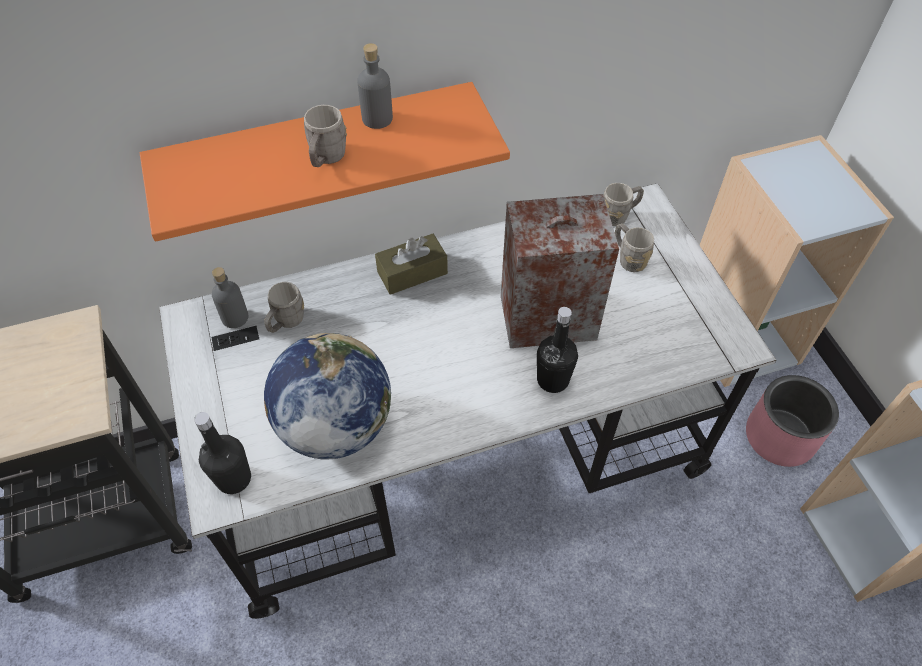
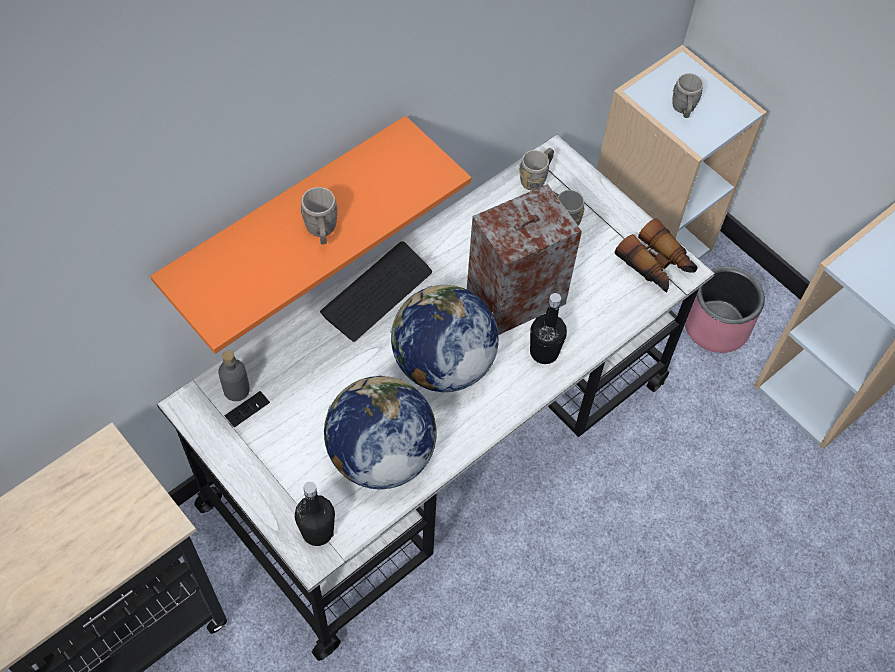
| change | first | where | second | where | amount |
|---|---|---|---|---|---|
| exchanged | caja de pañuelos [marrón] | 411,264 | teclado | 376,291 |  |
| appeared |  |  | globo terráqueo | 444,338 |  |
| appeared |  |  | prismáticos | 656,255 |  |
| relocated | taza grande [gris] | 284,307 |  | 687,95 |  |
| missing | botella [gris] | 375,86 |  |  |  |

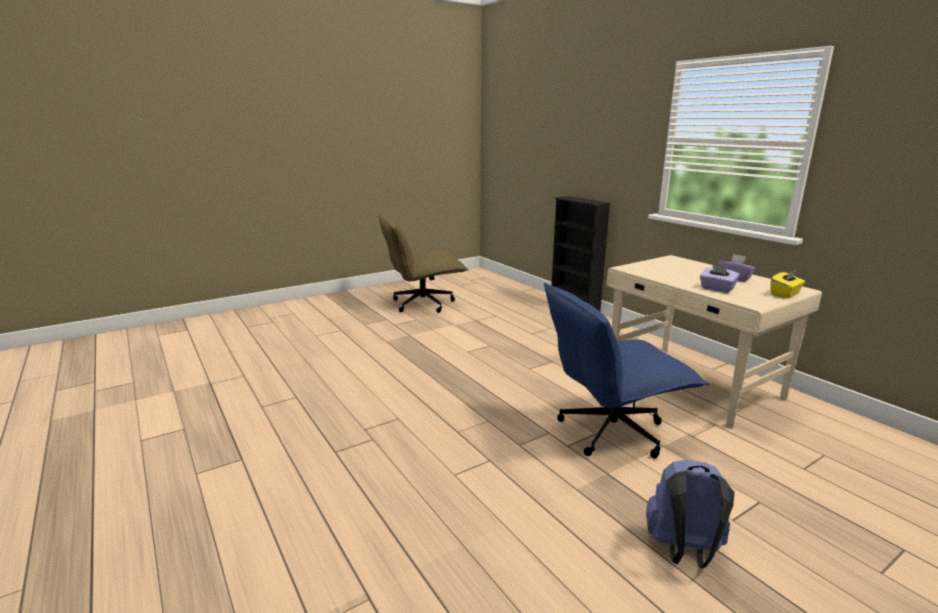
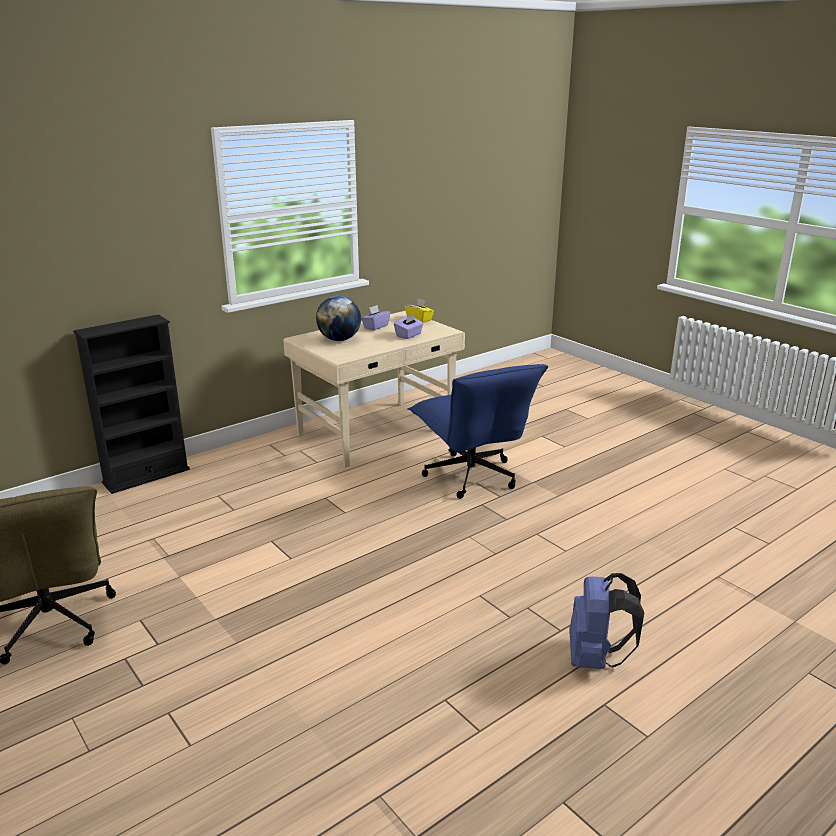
| change | first | where | second | where | amount |
|---|---|---|---|---|---|
| appeared |  |  | globo terráqueo | 338,318 |  |
| relocated | mochila [azul] | 690,514 |  | 606,621 |  |

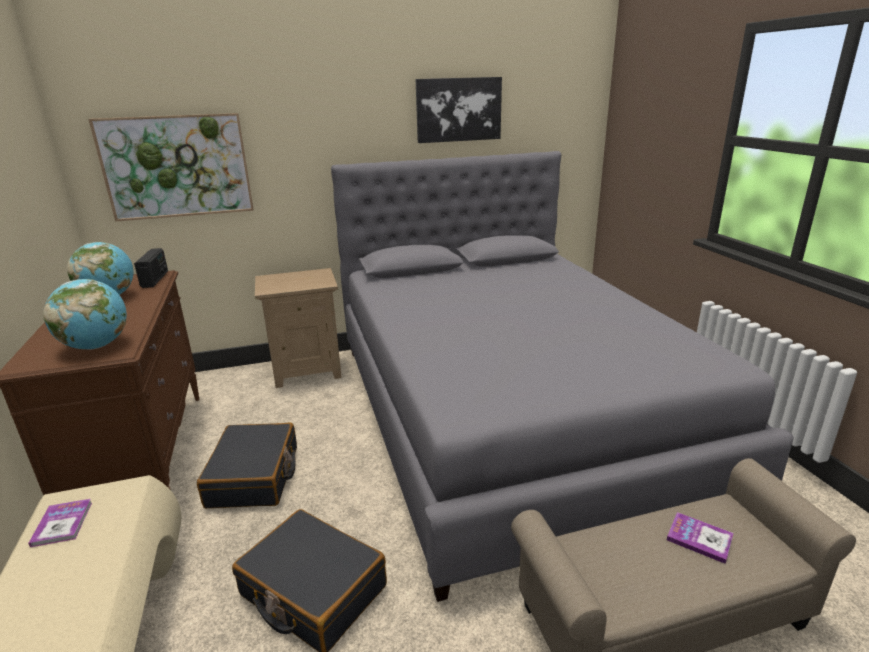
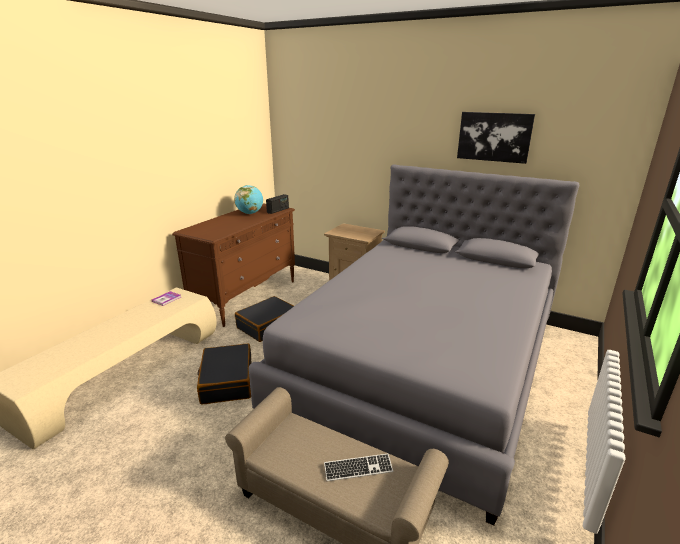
| change | first | where | second | where | amount |
|---|---|---|---|---|---|
| exchanged | libro | 700,538 | teclado | 358,467 |  |
| missing | globo terráqueo | 85,314 |  |  |  |
| missing | cuadro | 171,167 |  |  |  |

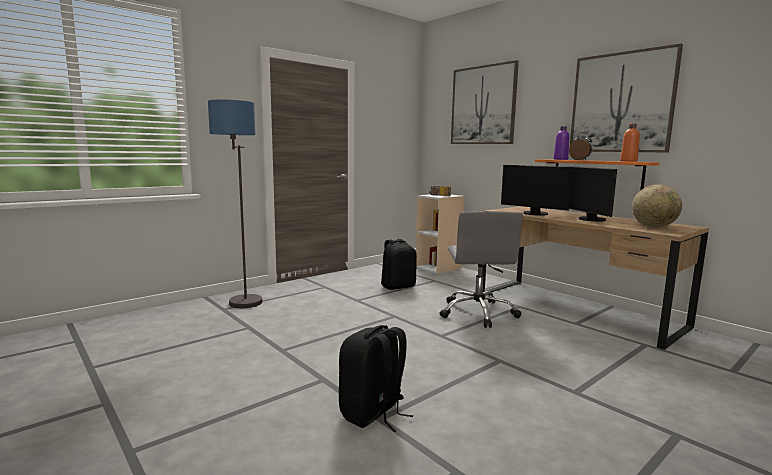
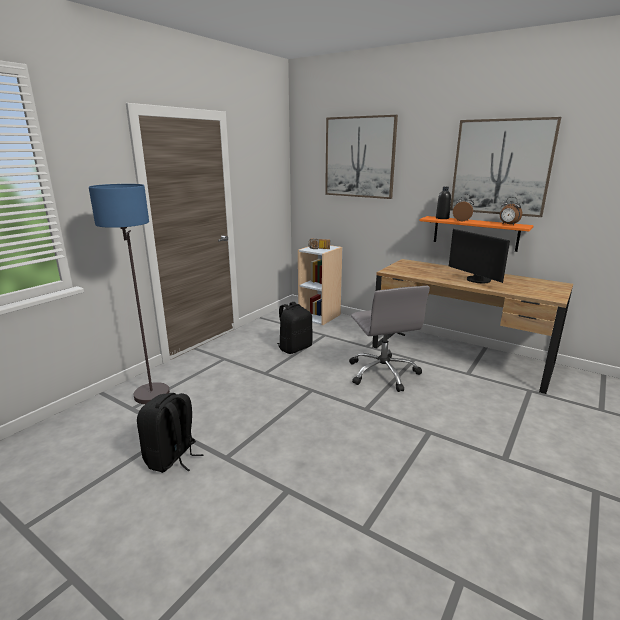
| change | first | where | second | where | amount |
|---|---|---|---|---|---|
| relocated | mochila [negro] | 376,378 |  | 170,433 |  |
| colour | botella [morado] | 561,143 | botella [negro] | 443,203 |  |
| exchanged | botella [naranja] | 630,143 | despertador | 511,211 |  |
| missing | monitor | 537,190 |  |  |  |
| missing | globo terráqueo | 657,206 |  |  |  |

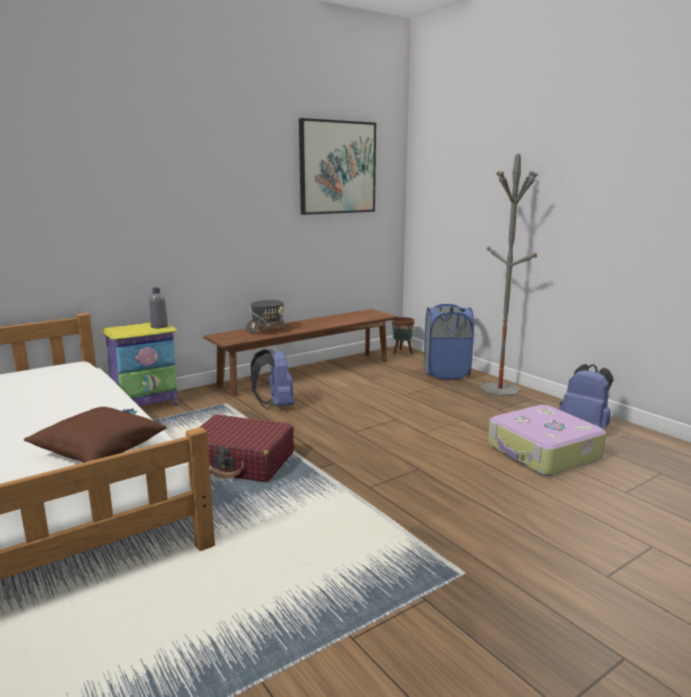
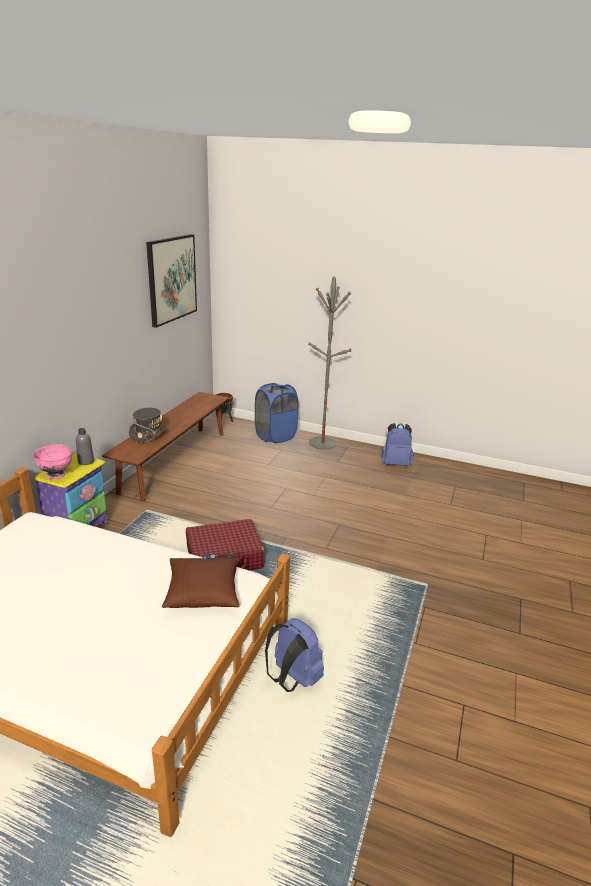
| change | first | where | second | where | amount |
|---|---|---|---|---|---|
| appeared |  |  | cuenco [rosa] | 52,461 |  |
| relocated | mochila [azul] | 272,379 |  | 294,655 |  |
| missing | maleta | 547,440 |  |  |  |

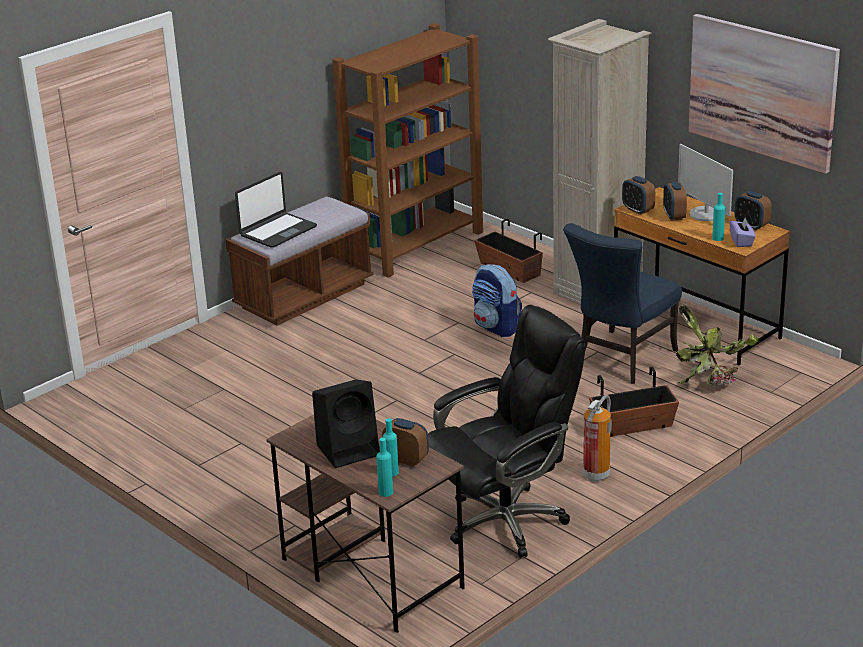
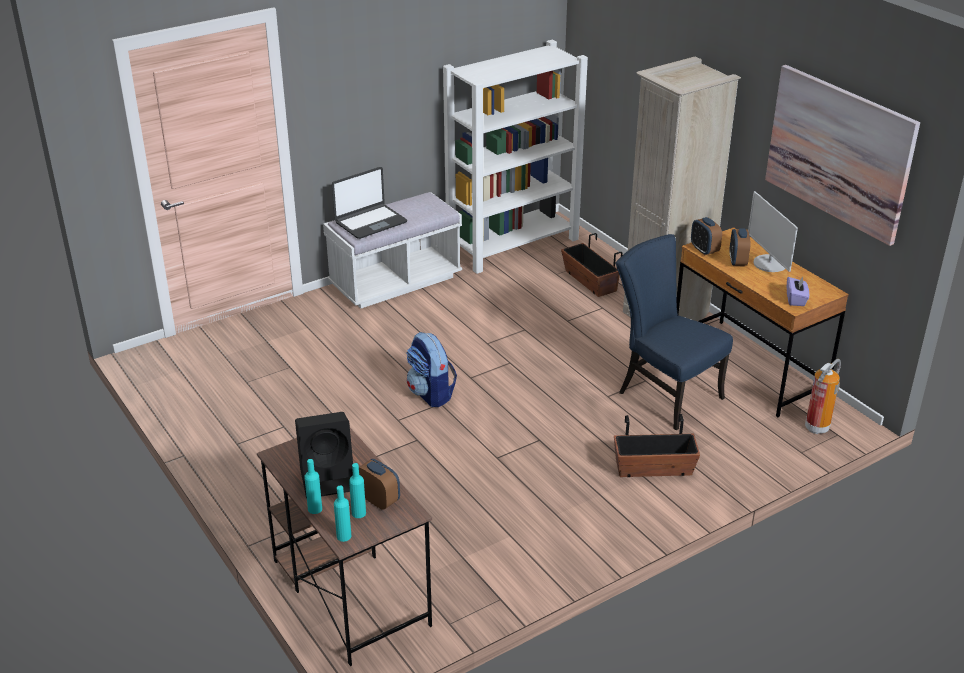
| change | first | where | second | where | amount |
|---|---|---|---|---|---|
| relocated | botella [turquesa] | 718,217 |  | 313,486 |  |
| colour | banco [marrón] | 299,261 | banco [blanco] | 392,250 |  |
| relocated | mochila | 497,300 |  | 431,369 |  |
| colour | estantería [marrón] | 408,150 | estantería [blanco] | 515,157 |  |
| spun | silla [azul] | 622,303 |  | 674,332 | 90 degrees clockwise |
| relocated | extintor | 597,438 |  | 823,396 |  |
| missing | silla de oficina [negro] | 506,431 |  |  |  |
| missing | planta en maceta | 718,346 |  |  |  |
| missing | despertador | 753,210 |  |  |  |

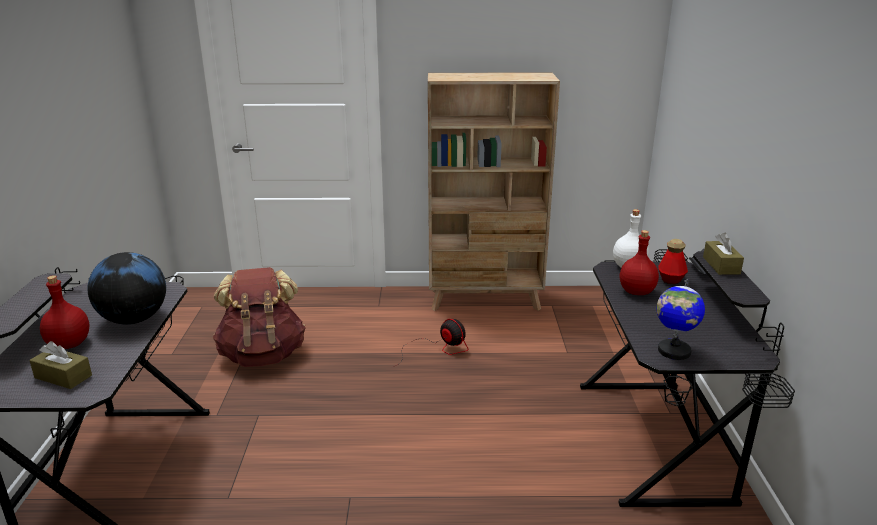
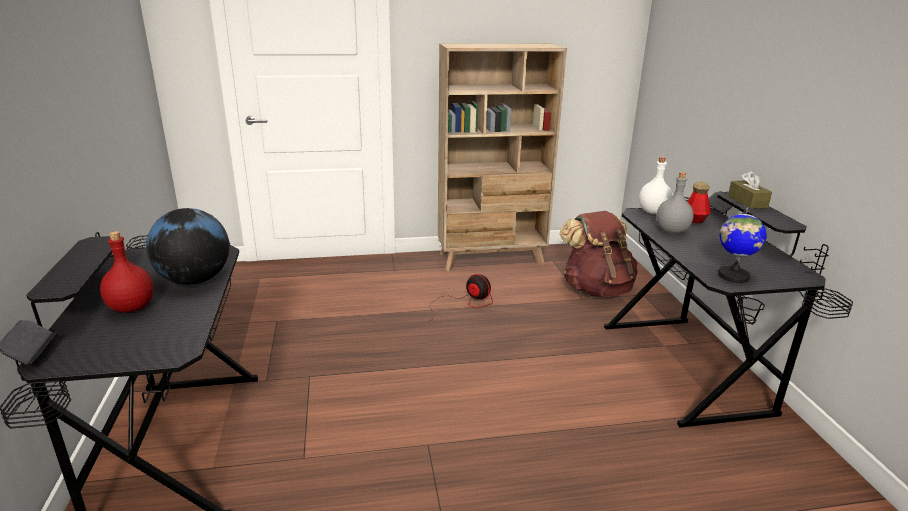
| change | first | where | second | where | amount |
|---|---|---|---|---|---|
| relocated | mochila [marrón] | 259,317 |  | 599,254 |  |
| colour | botella [rojo] | 639,262 | botella [gris] | 675,202 |  |
| missing | caja de pañuelos [marrón] | 60,365 |  |  |  |

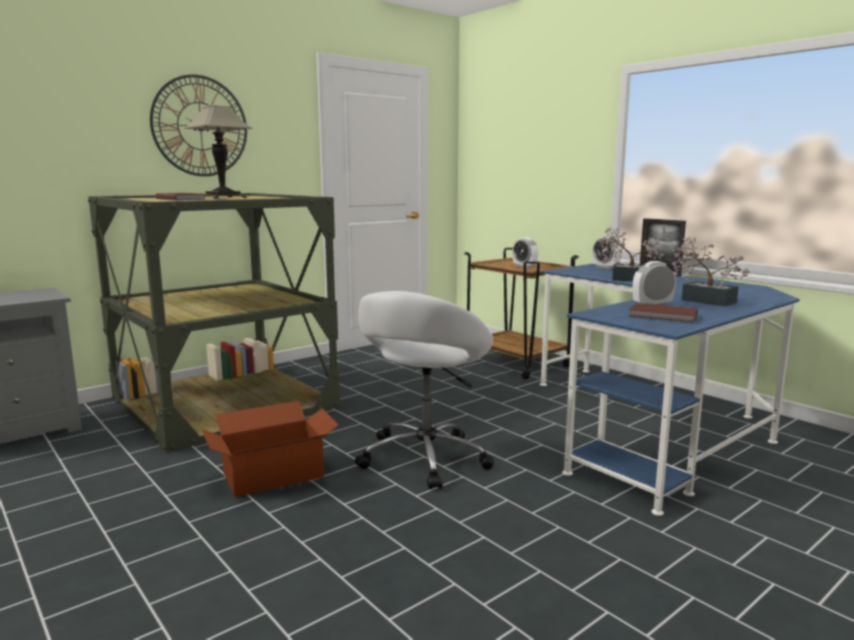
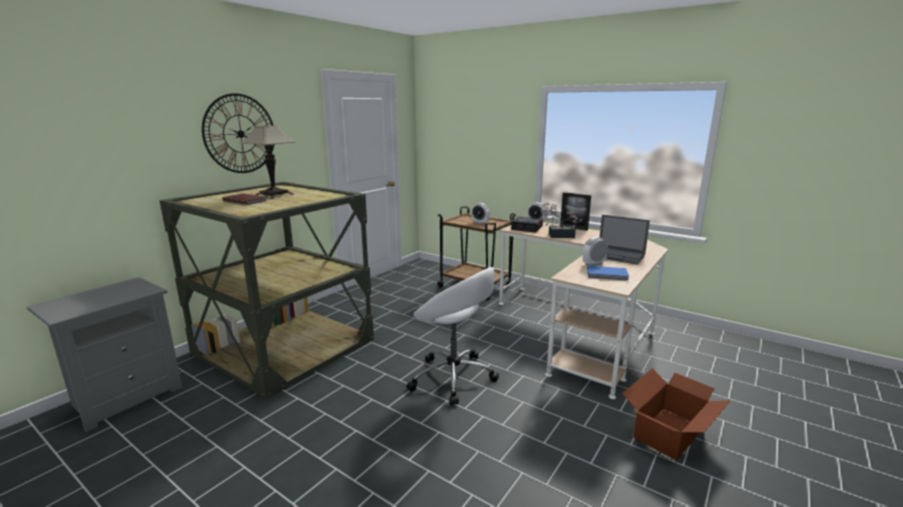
| change | first | where | second | where | amount |
|---|---|---|---|---|---|
| spun | silla de oficina [blanco] | 424,390 |  | 453,336 | 60 degrees counterclockwise |
| colour | escritorio [azul] | 669,390 | escritorio [beis] | 583,310 |  |
| appeared |  |  | despertador | 527,224 |  |
| colour | libro [marrón] | 663,313 | libro [azul] | 608,273 |  |
| exchanged | planta en maceta | 710,272 | portátil | 625,240 |  |
| relocated | caja de cartón | 270,449 |  | 676,414 |  |

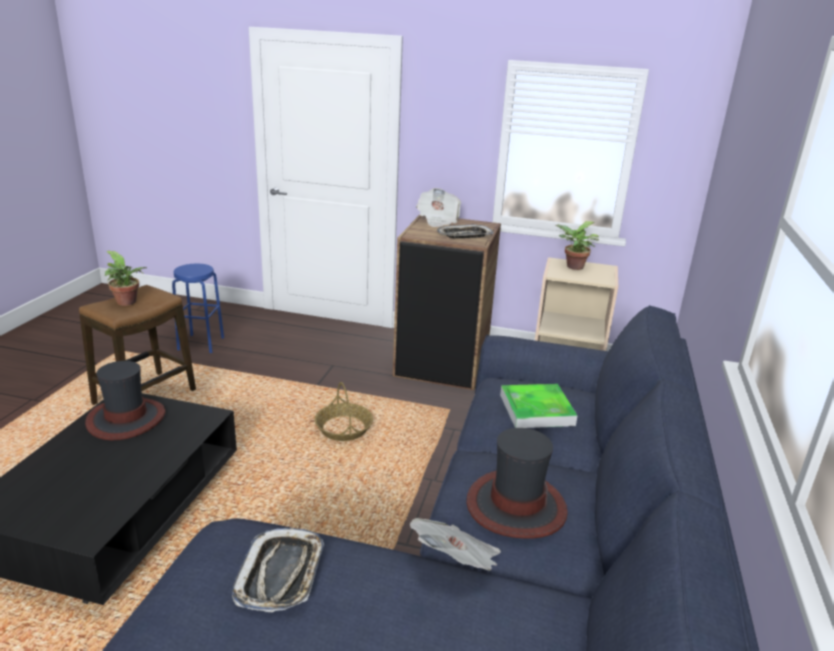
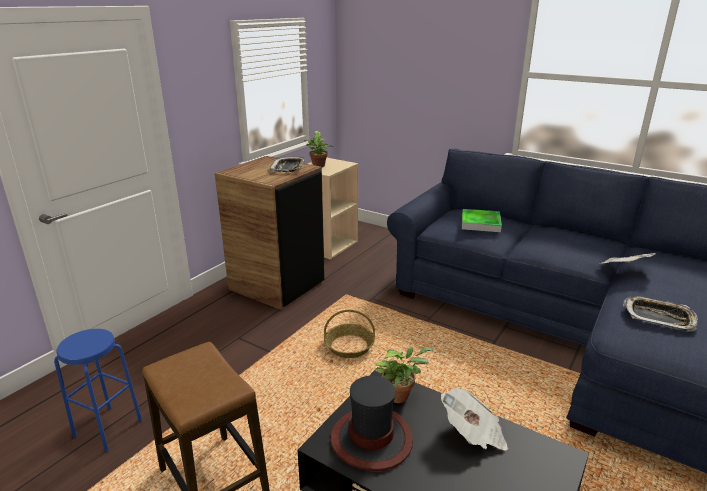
| change | first | where | second | where | amount |
|---|---|---|---|---|---|
| relocated | planta en maceta | 126,278 |  | 404,375 |  |
| relocated | periódico | 438,207 |  | 474,419 |  |
| missing | sombrero | 517,483 |  |  |  |

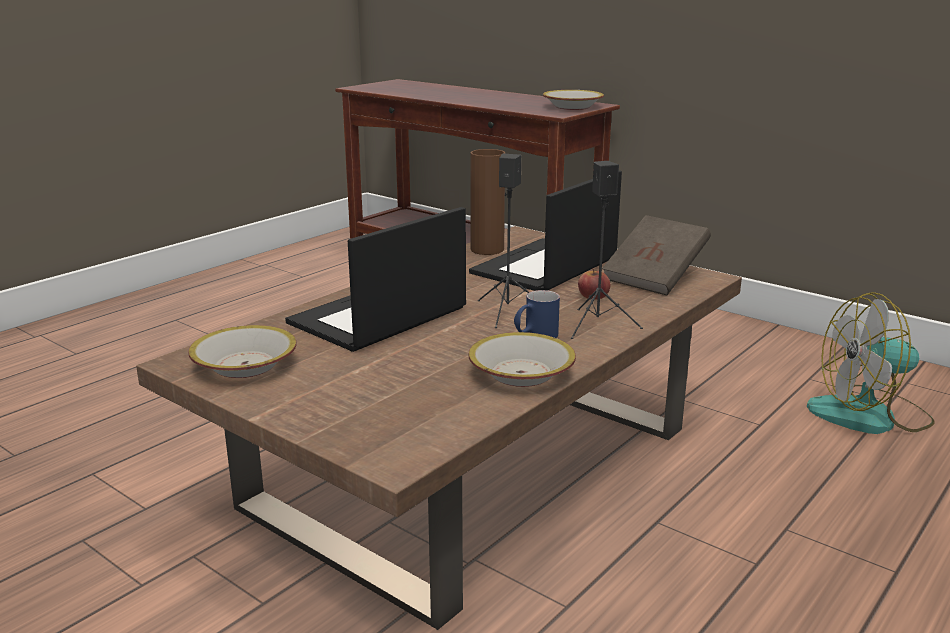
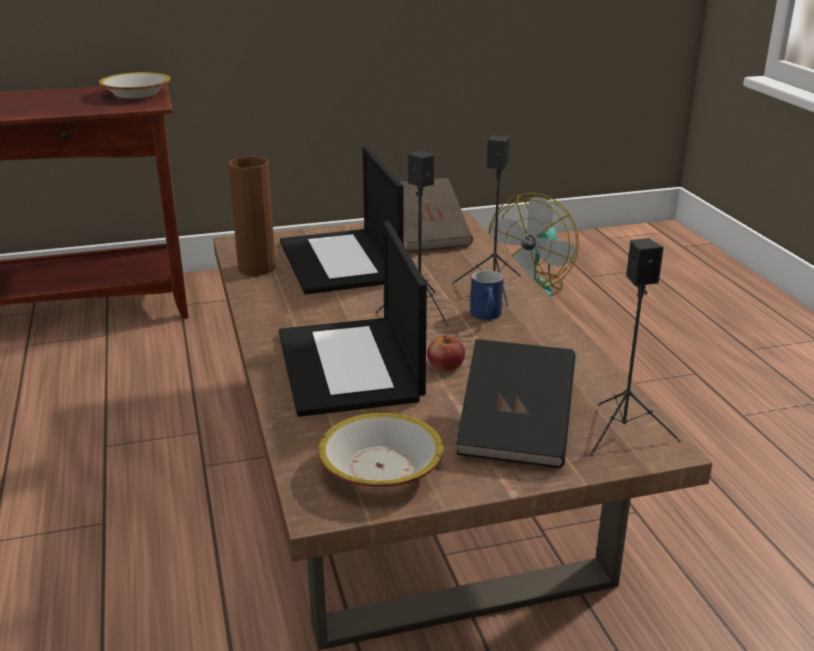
| change | first | where | second | where | amount |
|---|---|---|---|---|---|
| relocated | manzana | 594,283 |  | 446,353 |  |
| appeared |  |  | libro [negro] | 516,403 |  |
| appeared |  |  | altavoz [negro] | 635,347 |  |
| missing | cuenco | 522,359 |  |  |  |

